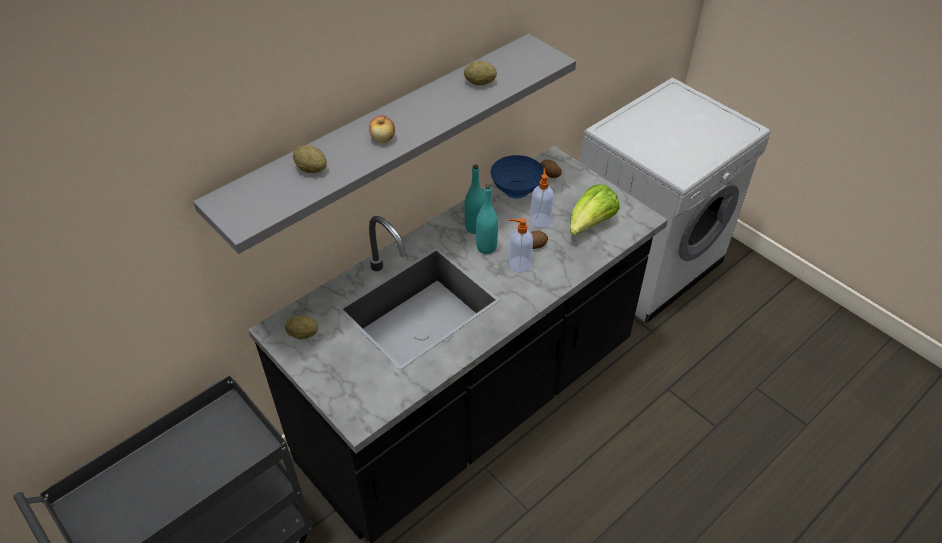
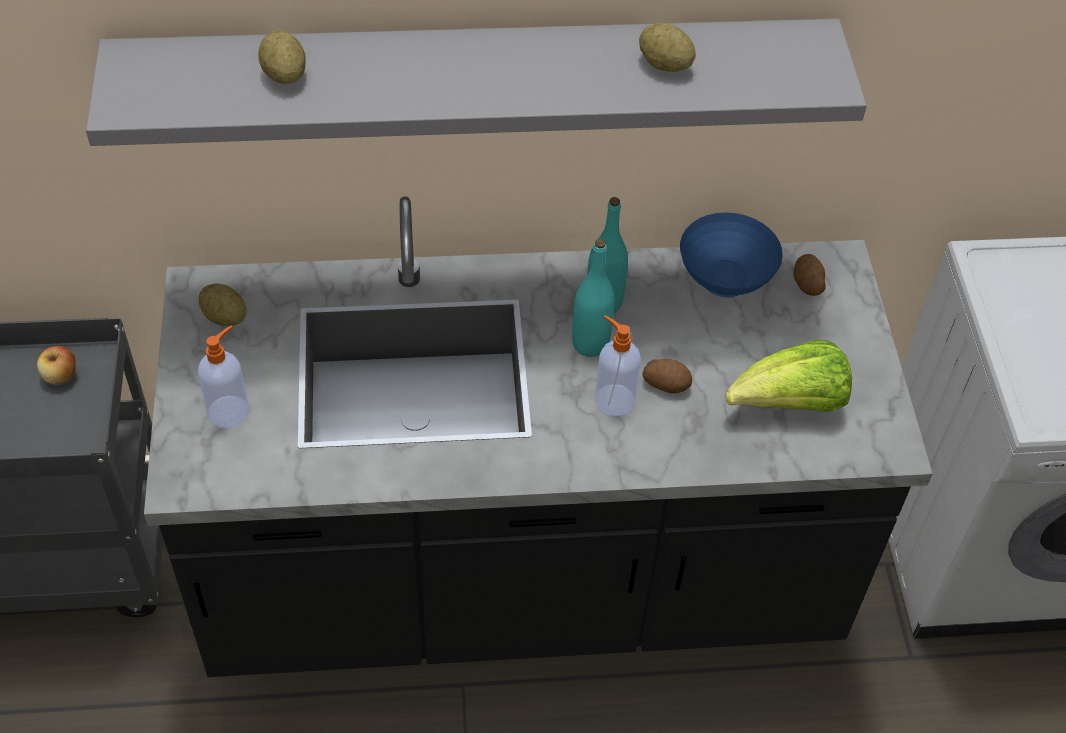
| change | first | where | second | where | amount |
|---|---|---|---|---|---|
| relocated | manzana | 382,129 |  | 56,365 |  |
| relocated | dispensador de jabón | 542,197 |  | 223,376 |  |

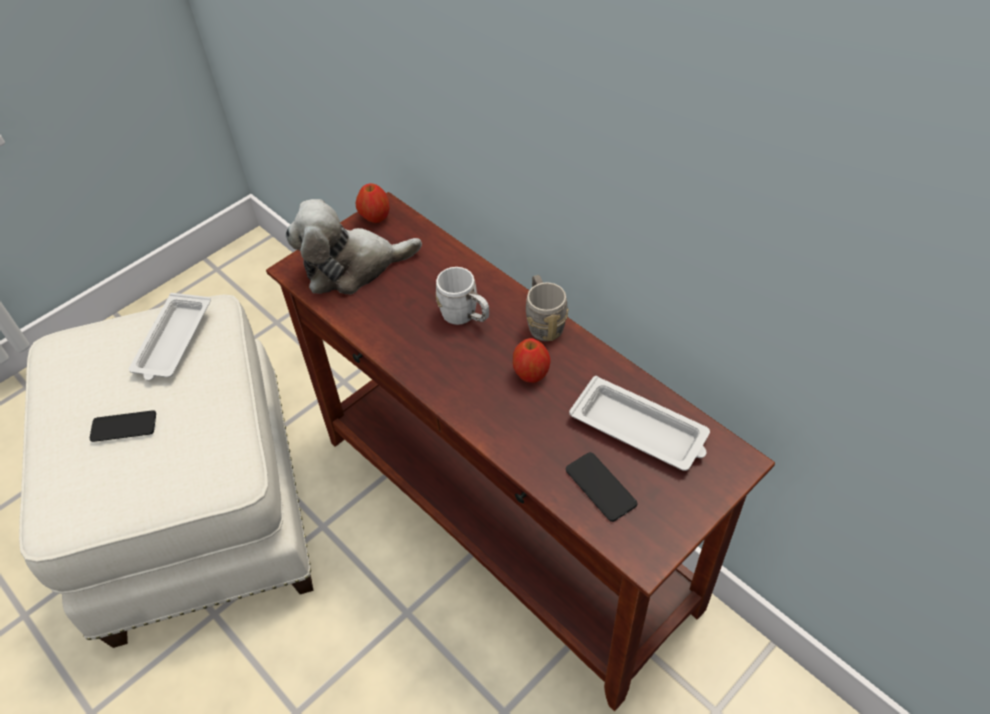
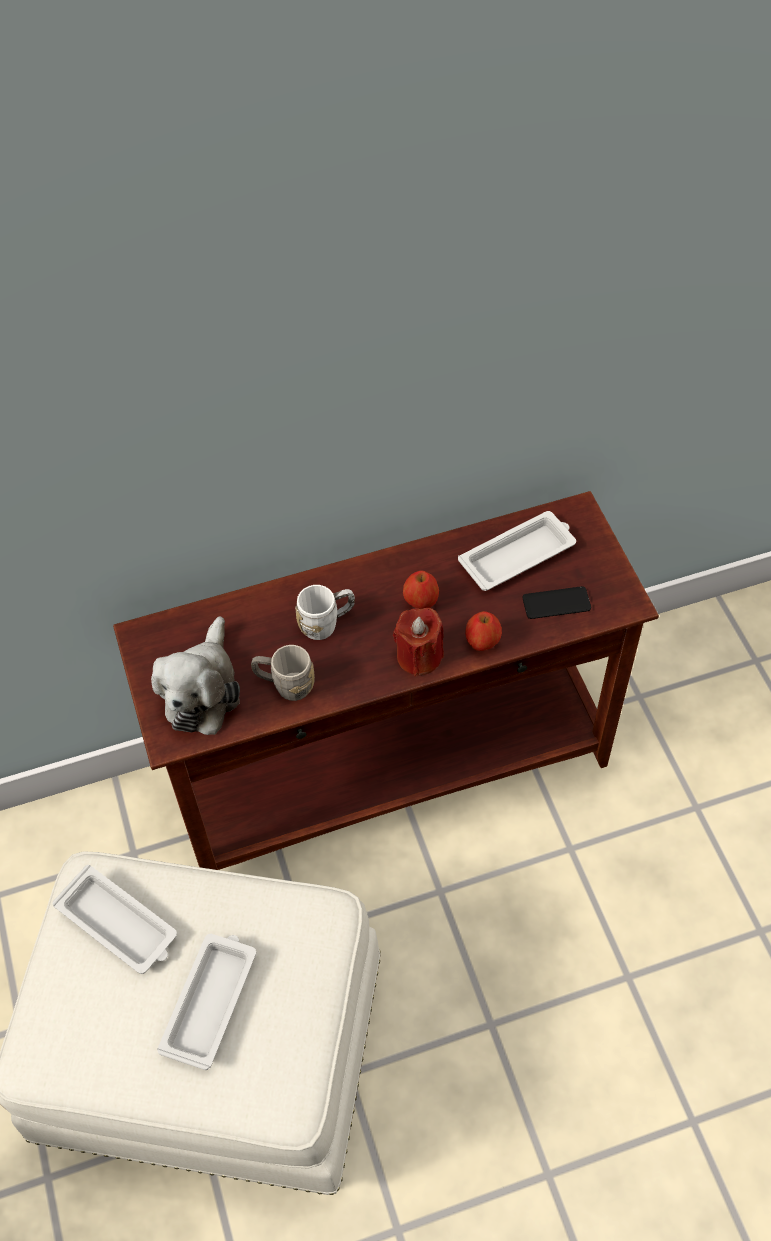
| change | first | where | second | where | amount |
|---|---|---|---|---|---|
| exchanged | móvil | 123,426 | bandeja [blanco] | 206,1002 |  |
| relocated | taza grande [gris] | 547,308 |  | 283,673 |  |
| appeared |  |  | vela [rojo] | 418,642 |  |
| relocated | manzana | 373,203 |  | 483,631 |  |

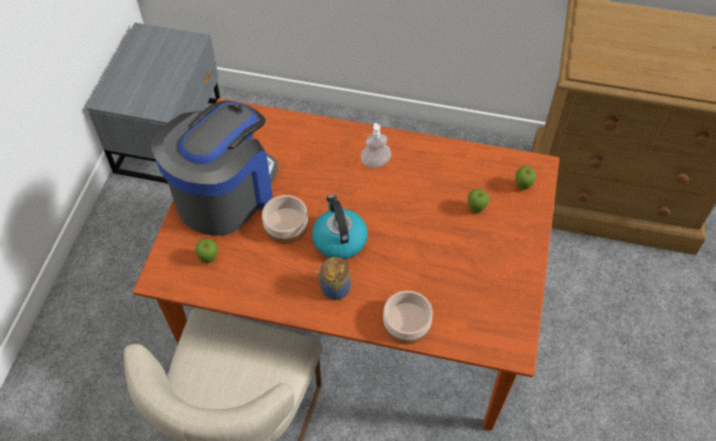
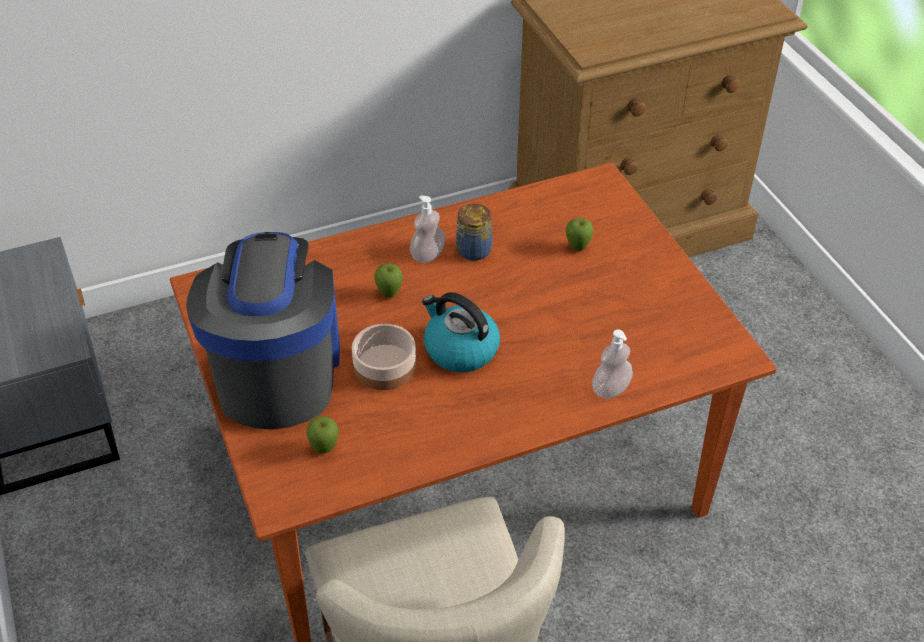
| change | first | where | second | where | amount |
|---|---|---|---|---|---|
| relocated | manzana | 525,178 |  | 388,280 |  |
| relocated | tarro | 334,278 |  | 474,232 |  |
| exchanged | cuenco | 408,318 | dispensador de jabón | 612,364 |  |

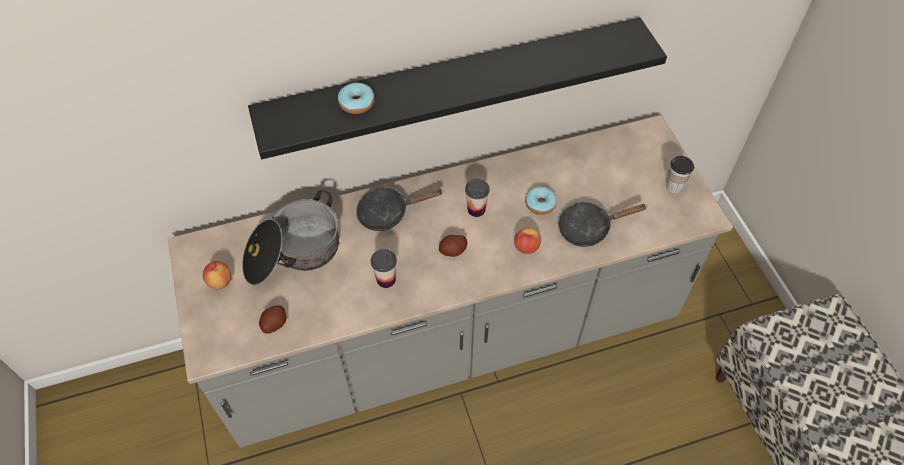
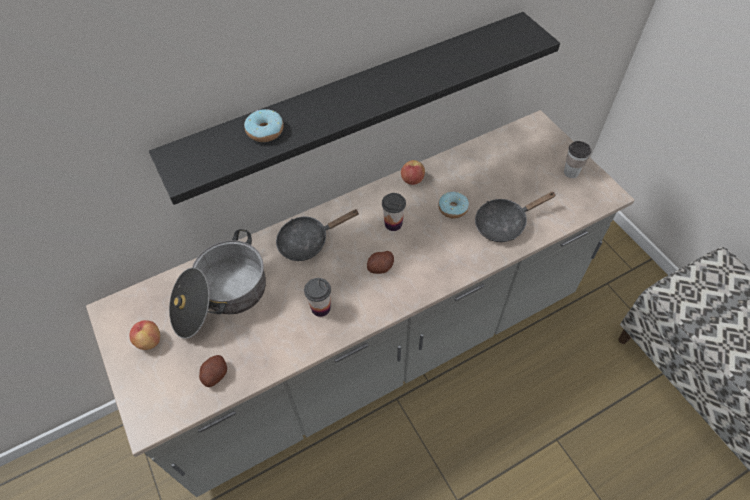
| change | first | where | second | where | amount |
|---|---|---|---|---|---|
| relocated | manzana | 527,240 |  | 413,172 |  |

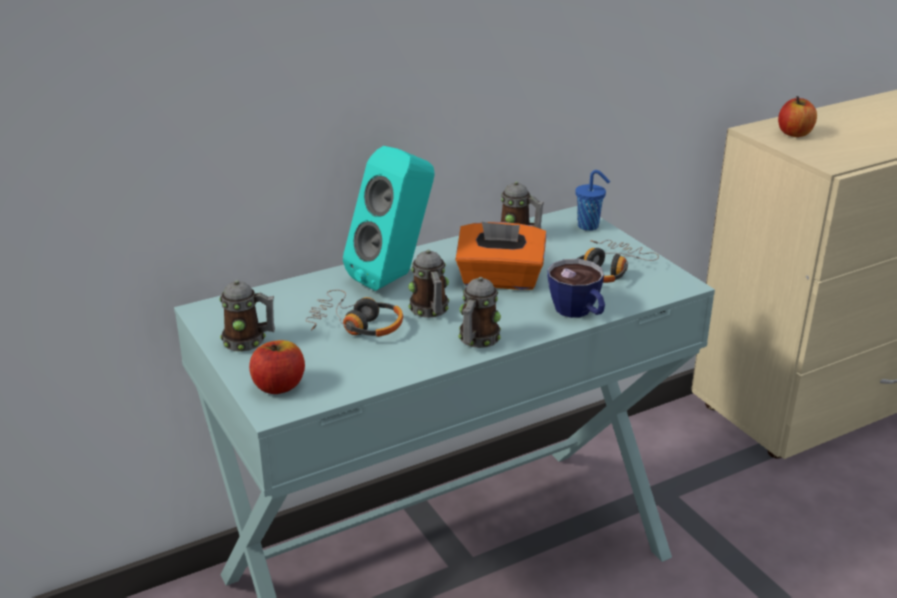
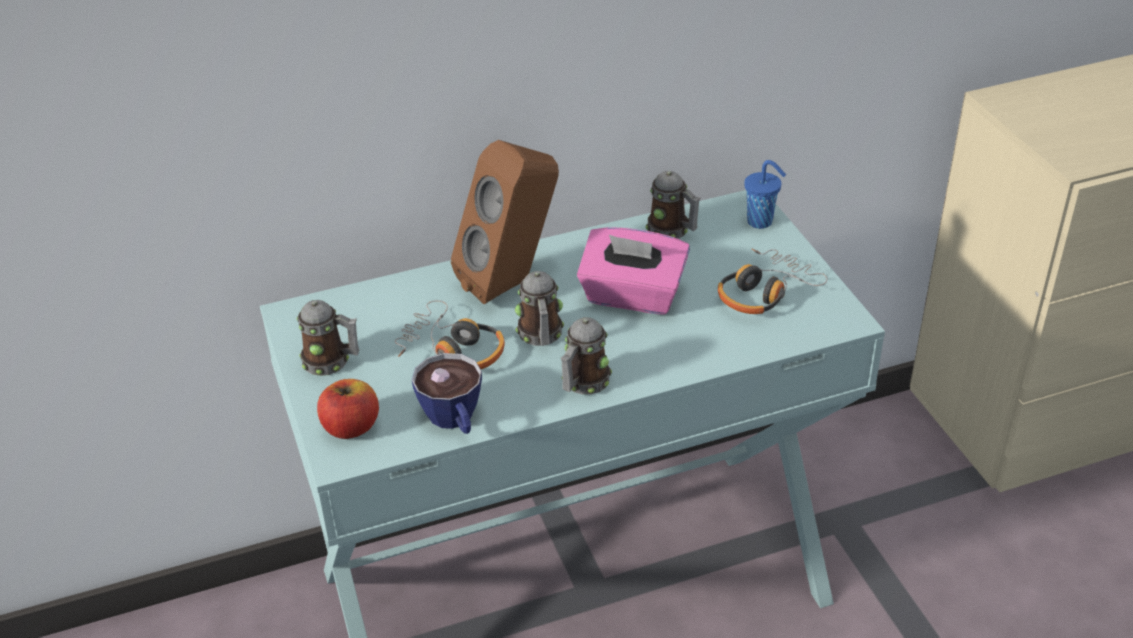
| change | first | where | second | where | amount |
|---|---|---|---|---|---|
| relocated | taza | 576,288 |  | 447,393 |  |
| colour | altavoz [turquesa] | 389,218 | altavoz [marrón] | 505,222 |  |
| colour | caja de pañuelos [naranja] | 501,256 | caja de pañuelos [rosa] | 633,271 |  |
| missing | manzana | 797,116 |  |  |  |

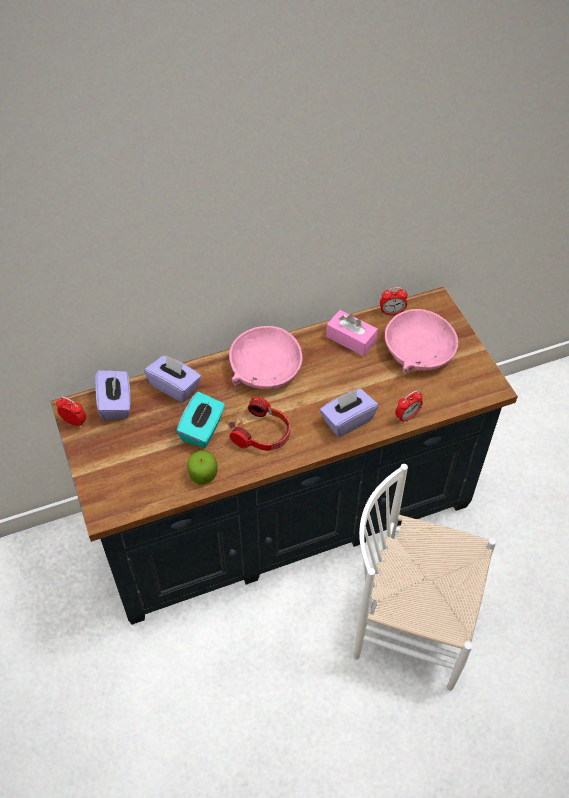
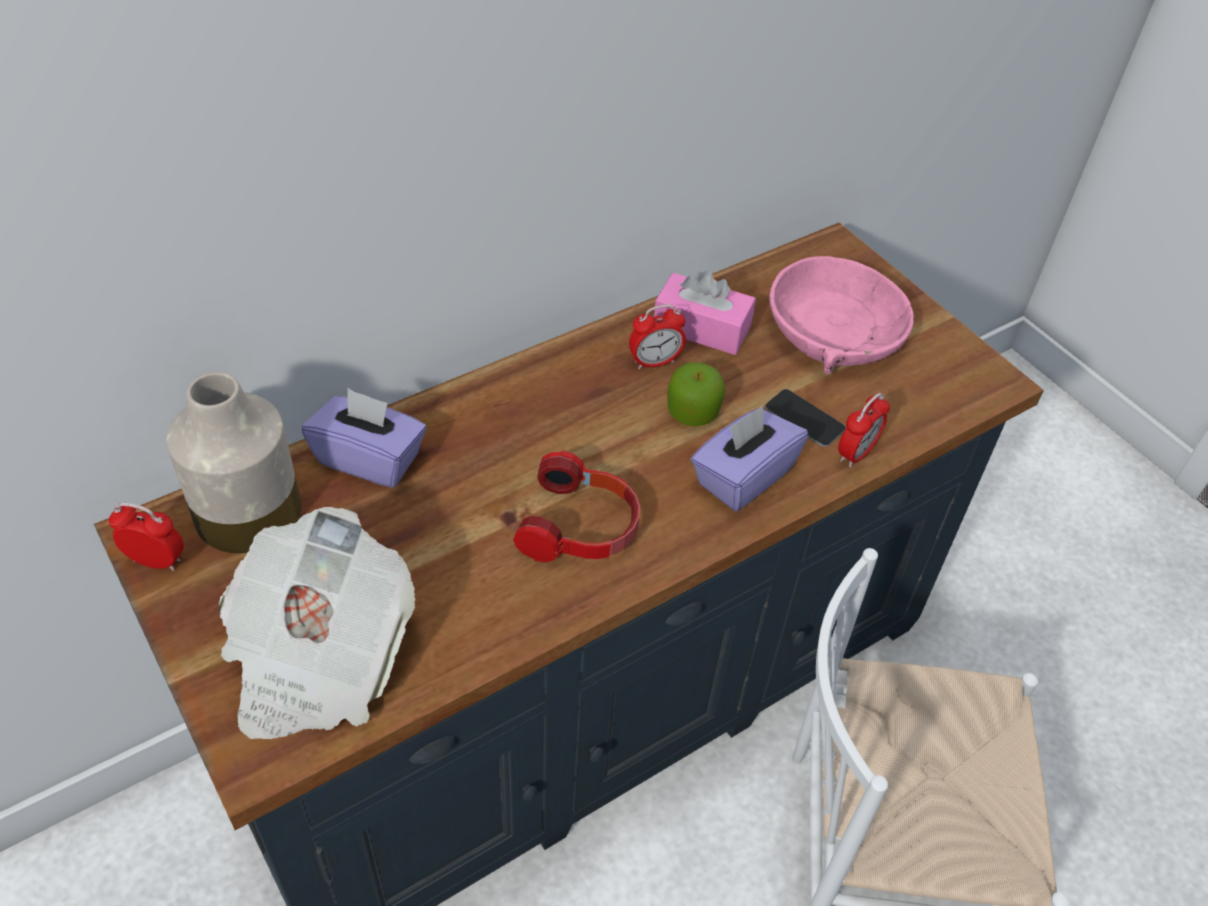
| change | first | where | second | where | amount |
|---|---|---|---|---|---|
| exchanged | caja de pañuelos [morado] | 113,395 | florero [beis] | 234,462 |  |
| appeared |  |  | periódico | 317,623 |  |
| relocated | despertador | 394,301 |  | 657,336 |  |
| relocated | manzana | 202,467 |  | 696,394 |  |
| appeared |  |  | móvil | 805,418 |  |
| missing | caja de pañuelos [turquesa] | 200,420 |  |  |  |
| missing | cuenco [rosa] | 266,357 |  |  |  |

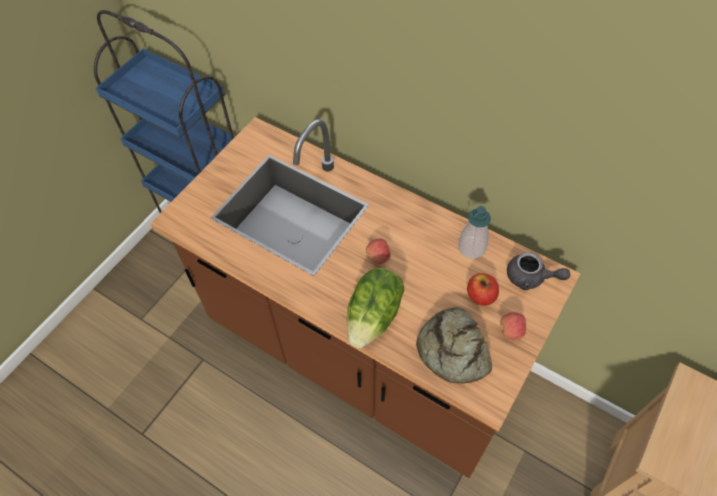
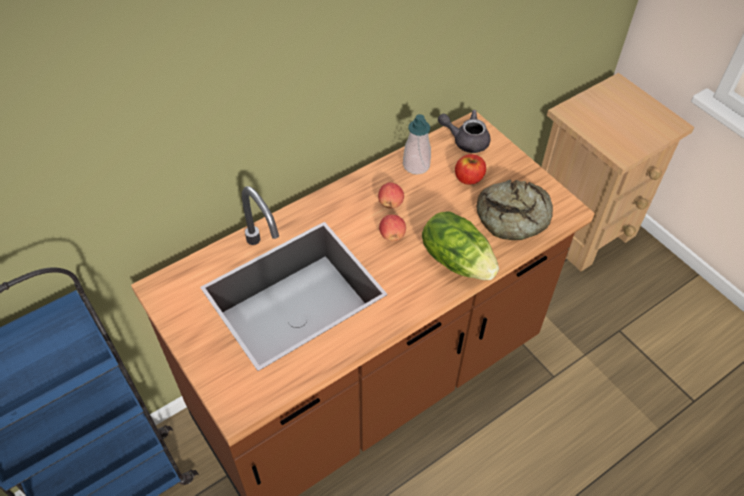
| change | first | where | second | where | amount |
|---|---|---|---|---|---|
| relocated | manzana | 513,326 |  | 391,195 |  |
| spun | tetera [gris] | 538,271 |  | 464,131 | 120 degrees counterclockwise |

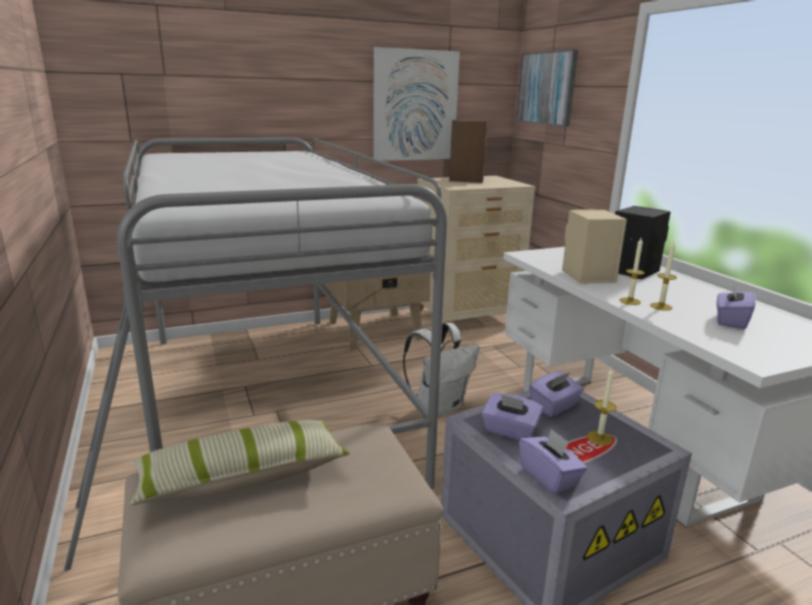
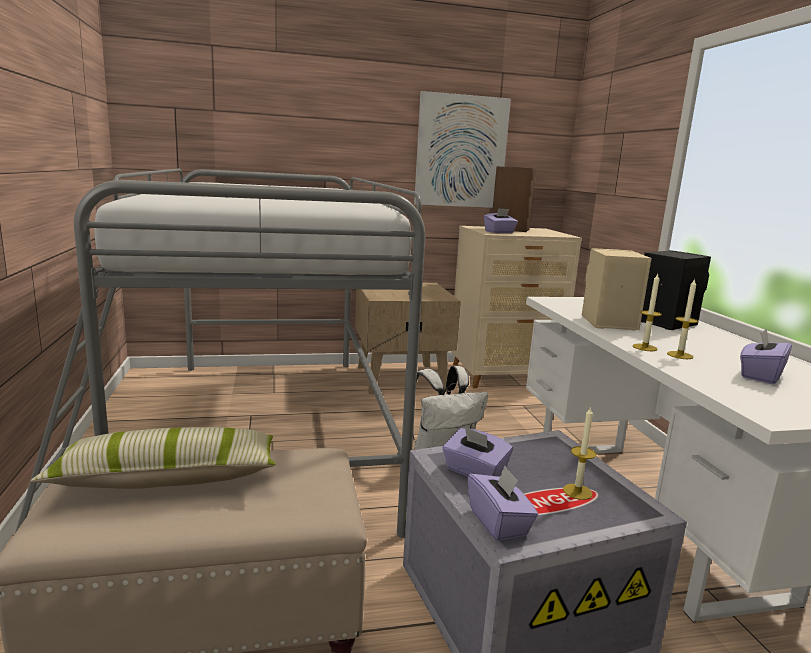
| change | first | where | second | where | amount |
|---|---|---|---|---|---|
| relocated | caja de pañuelos [morado] | 556,394 |  | 501,220 |  |
| missing | cuadro | 547,88 |  |  |  |

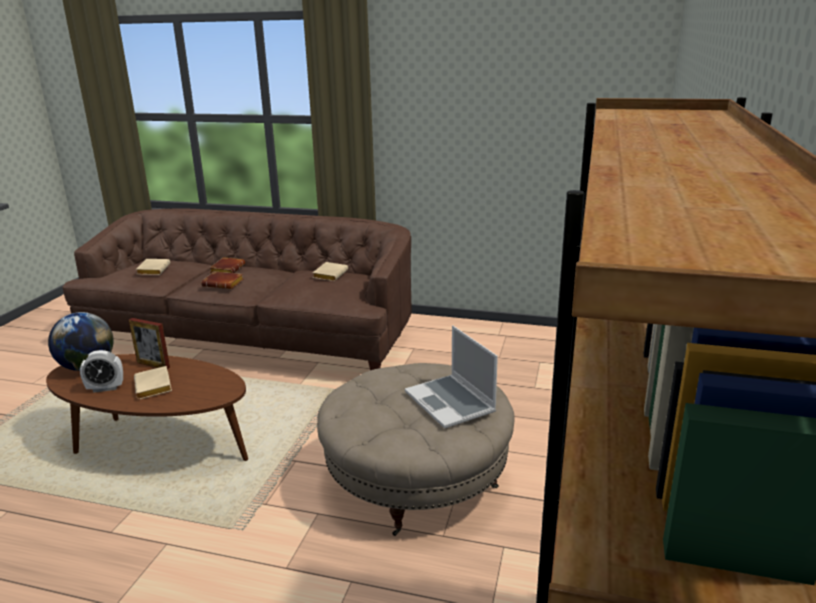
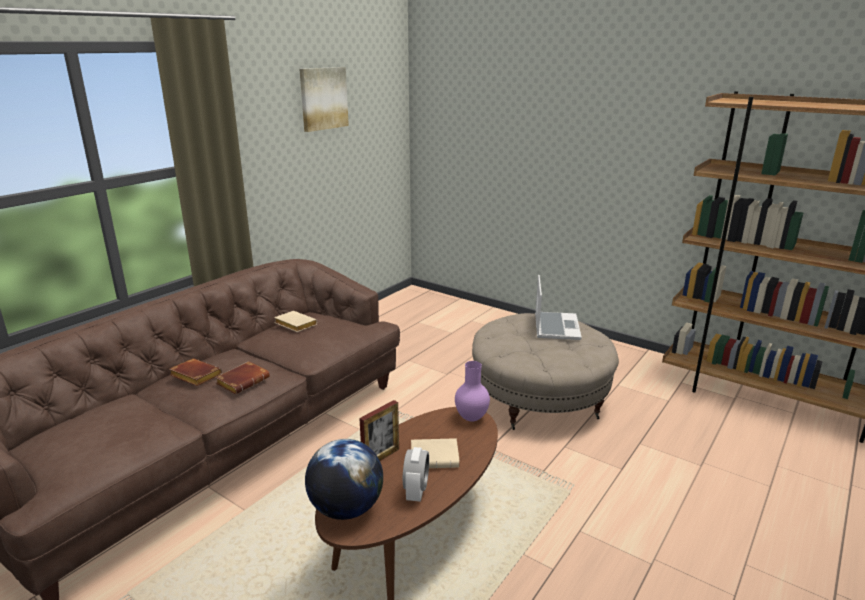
| change | first | where | second | where | amount |
|---|---|---|---|---|---|
| appeared |  |  | cuadro | 324,99 |  |
| appeared |  |  | florero [morado] | 472,391 |  |
| spun | portátil | 451,377 |  | 558,307 | 75 degrees counterclockwise |
| missing | libro [beis] | 153,267 |  |  |  |

